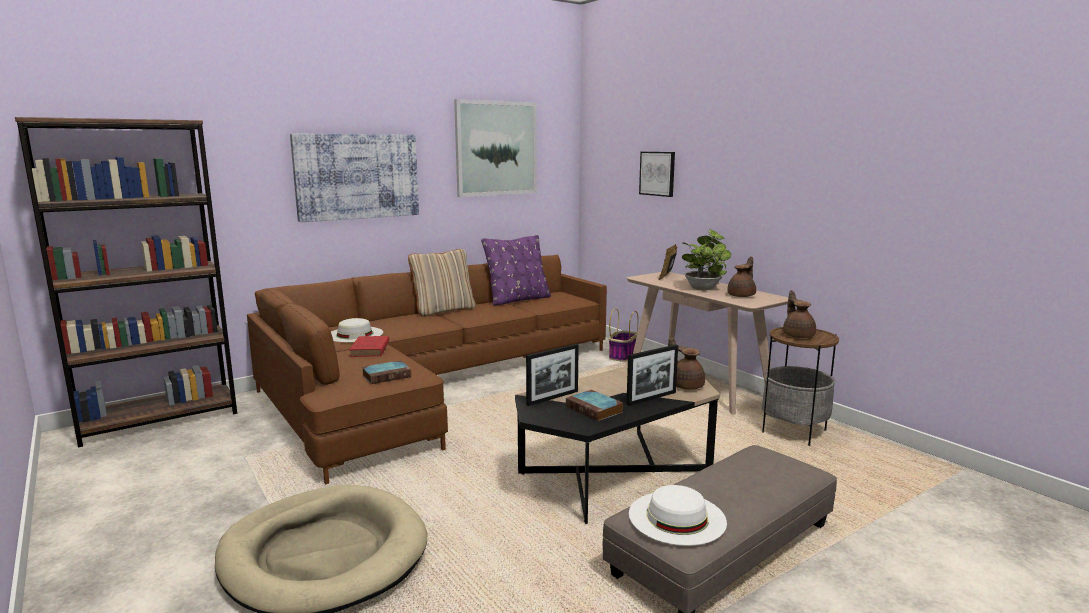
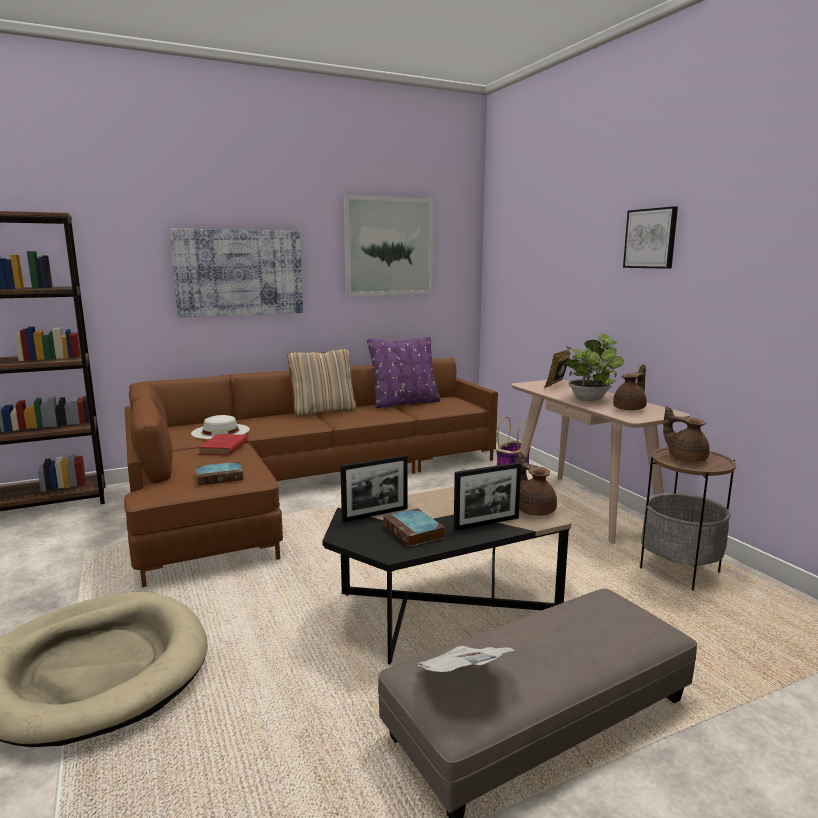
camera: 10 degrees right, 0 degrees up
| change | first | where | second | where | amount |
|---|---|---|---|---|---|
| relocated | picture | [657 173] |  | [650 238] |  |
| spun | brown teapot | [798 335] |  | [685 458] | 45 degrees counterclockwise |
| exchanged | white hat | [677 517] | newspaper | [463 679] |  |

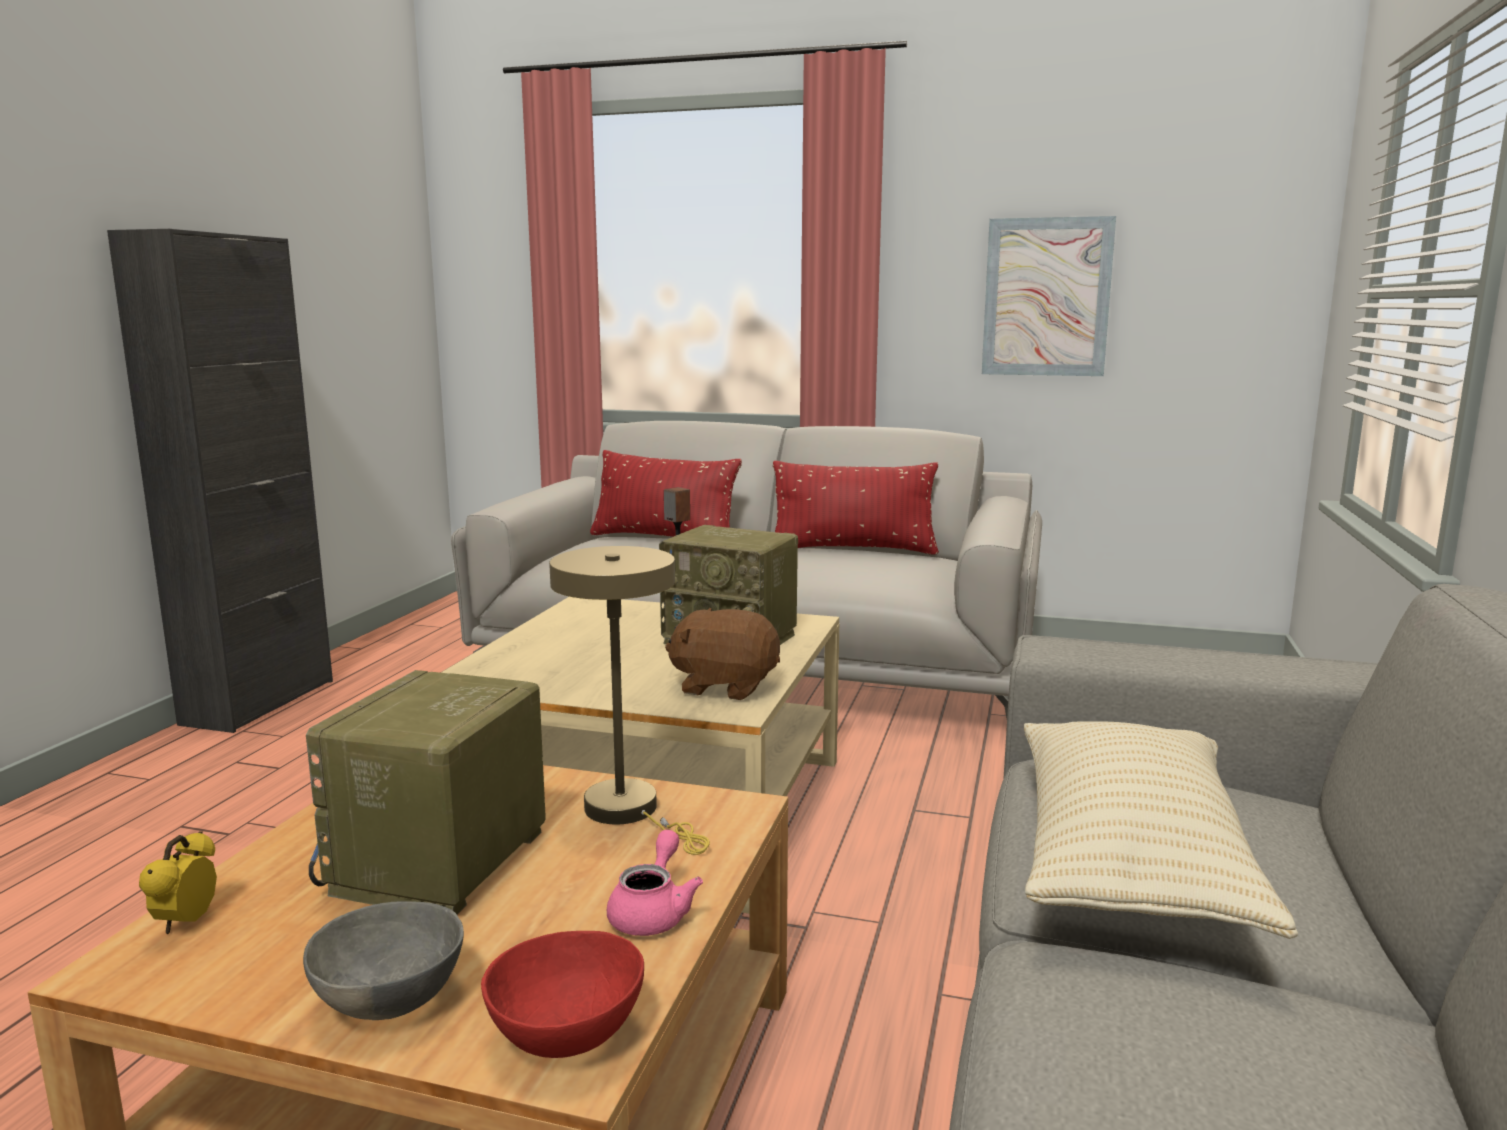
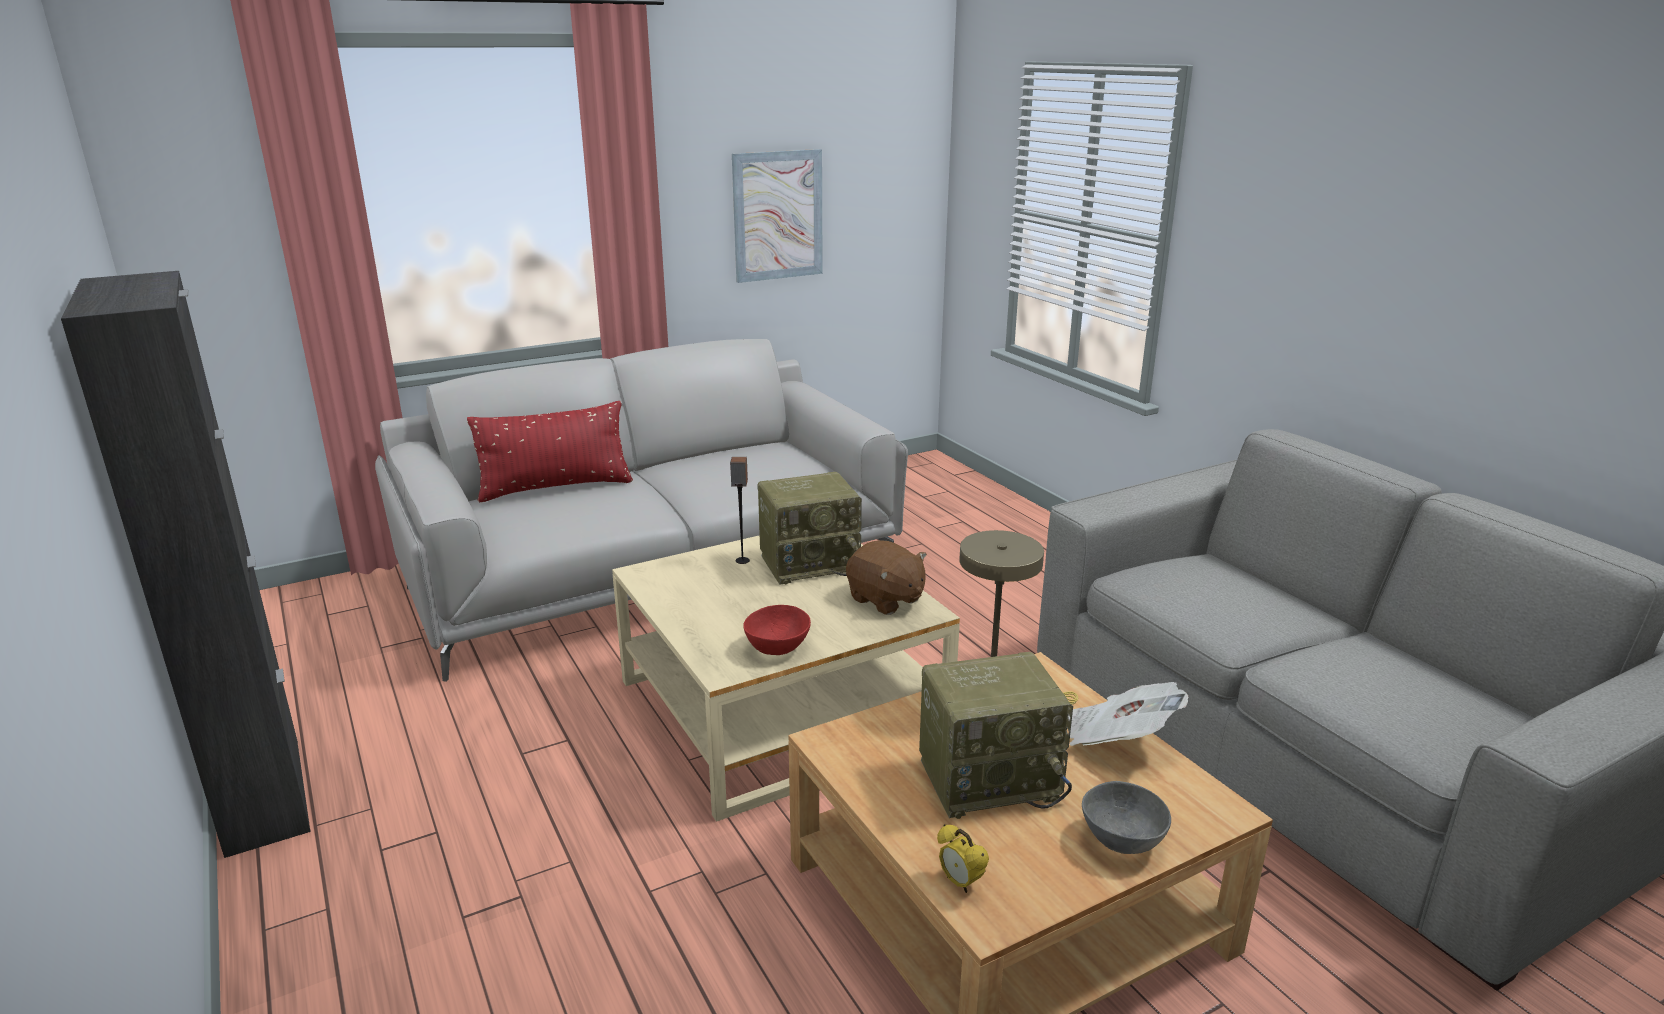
camera: 45 degrees left, 10 degrees up
| change | first | where | second | where | amount |
|---|---|---|---|---|---|
| missing | red pillow | [853 550] |  |  |  |
| spun | brown plush toy | [725 686] |  | [885 599] | 105 degrees counterclockwise |
| spun | radio | [441 865] |  | [990 778] | 75 degrees counterclockwise |
| missing | beige pillow | [1129 861] |  |  |  |
| exchanged | pink teapot | [653 912] | newspaper | [1117 739] |  |
| relocated | red bowl | [569 1037] |  | [779 648] |  |

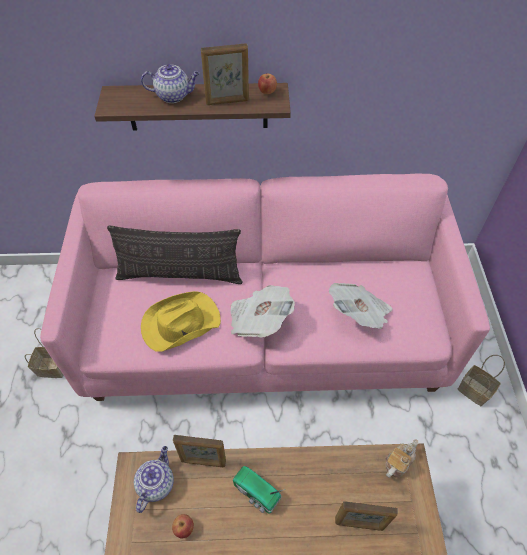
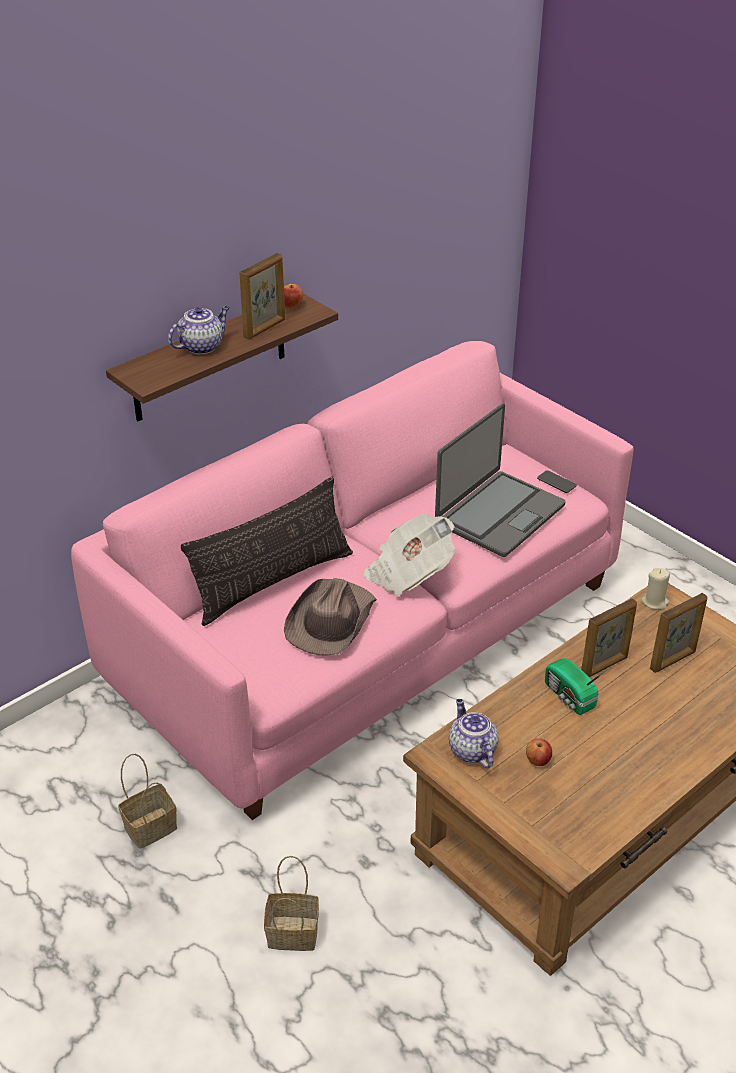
camera: 40 degrees left, 15 degrees down
| change | first | where | second | where | amount |
|---|---|---|---|---|---|
| exchanged | newspaper | [359 314] | laptop | [499 514] |  |
| colour | yellow hat | [180 323] | brown hat | [330 620] |  |
| relocated | basket | [473 390] |  | [290 934] |  |
| relocated | picture frame | [203 461] |  | [604 666] |  |
| exchanged | teapot | [397 462] | beige candle | [655 602] |  |
| spun | radio | [257 494] |  | [569 697] | 60 degrees clockwise |
| appeared |  |  | phone | [556 482] |  |

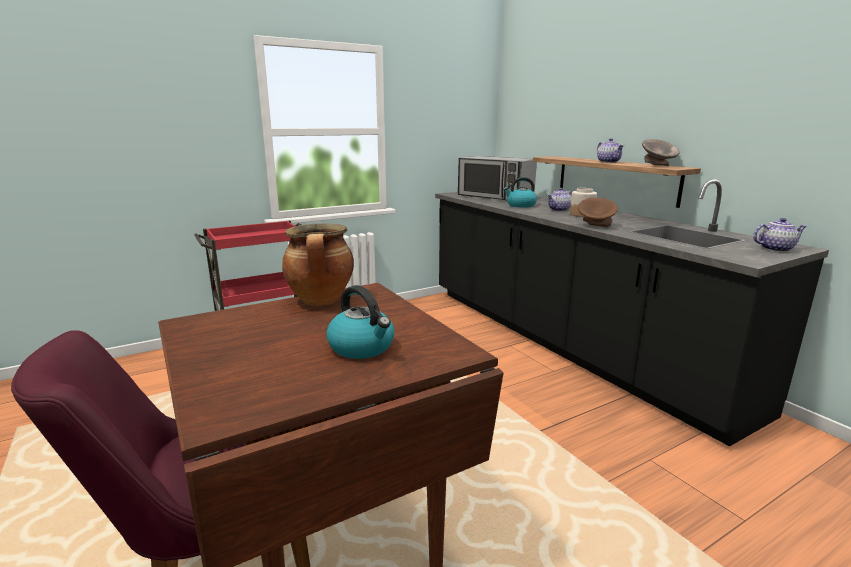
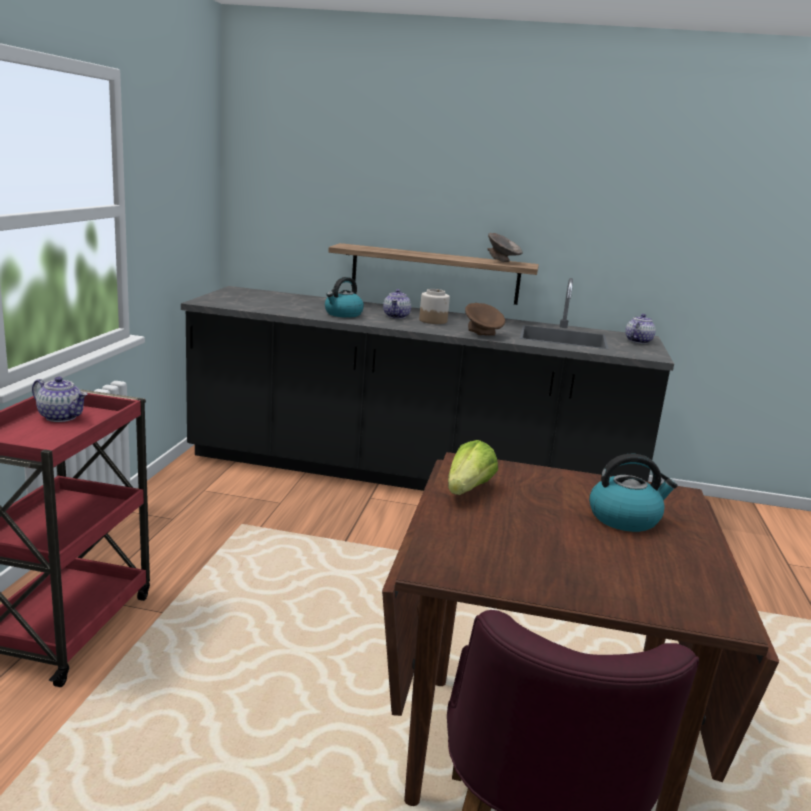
camera: 50 degrees left, 0 degrees up
| change | first | where | second | where | amount |
|---|---|---|---|---|---|
| relocated | teapot | [608 162] |  | [62 417] |  |
| missing | microwave | [495 197] |  |  |  |
| exchanged | cooking pot | [321 301] | lettuce | [468 490] |  |

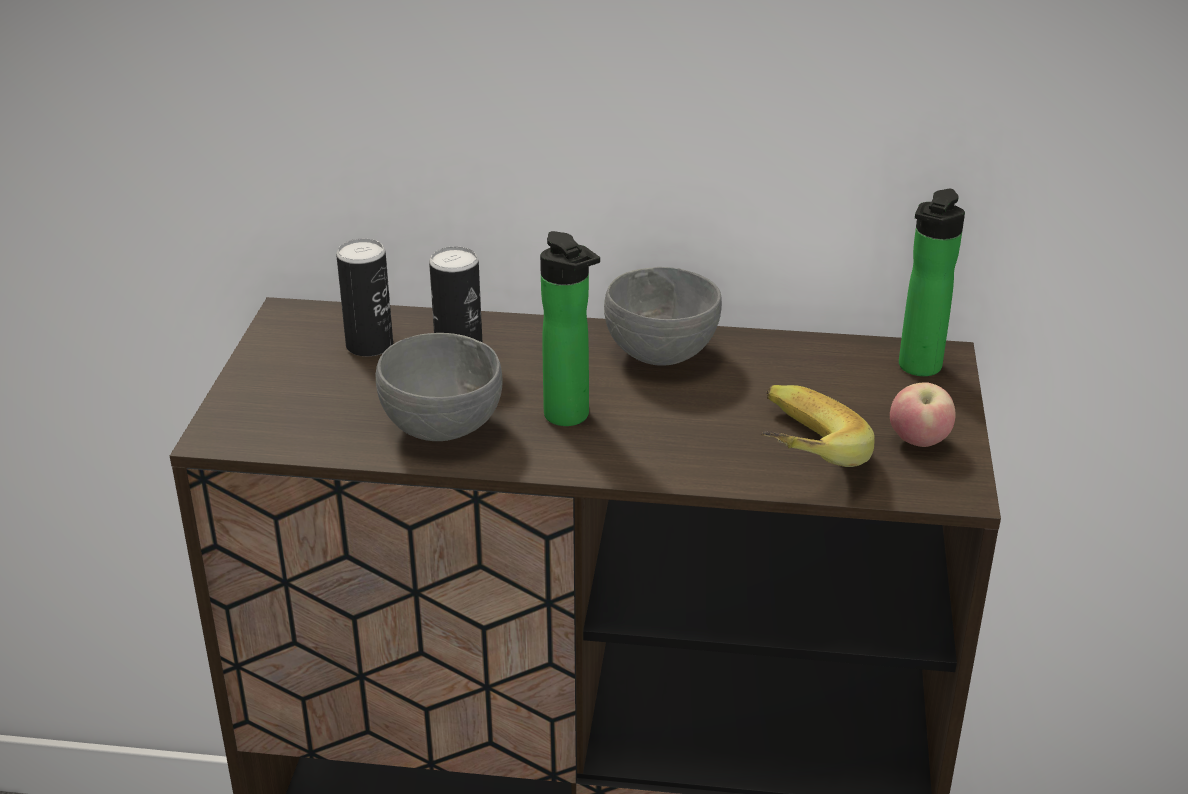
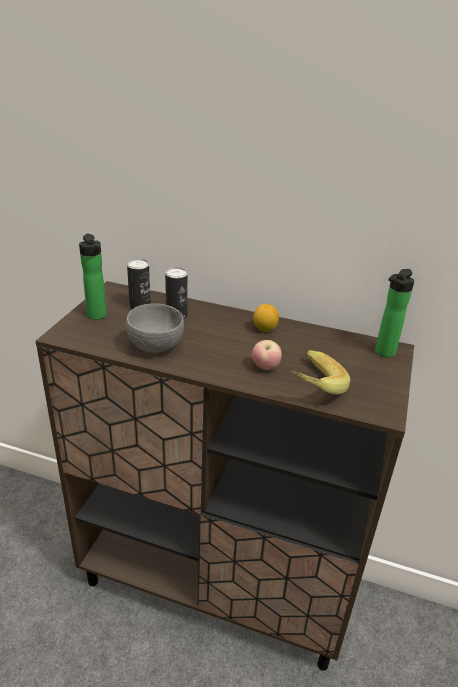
camera: 10 degrees right, 0 degrees up
| change | first | where | second | where | amount |
|---|---|---|---|---|---|
| relocated | bottle | [570 418] |  | [97 316] |  |
| exchanged | grey bowl | [659 354] | lemon | [265 329] |  |
| relocated | apple | [918 442] |  | [265 367] |  |

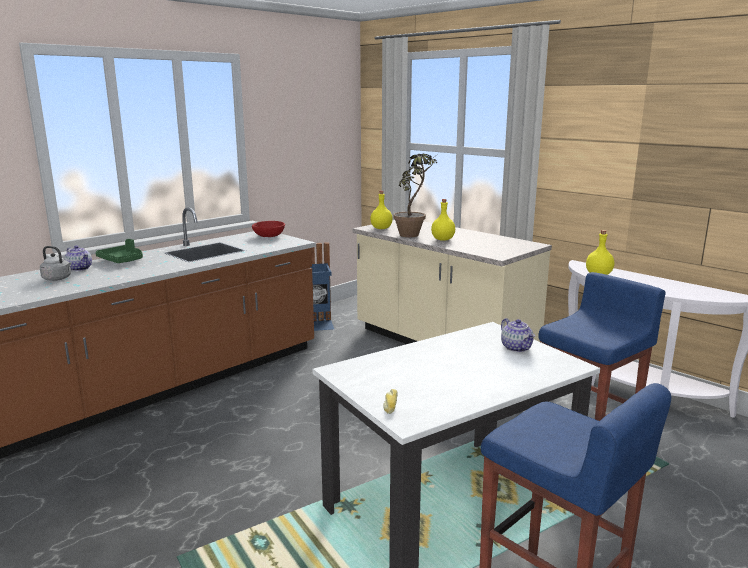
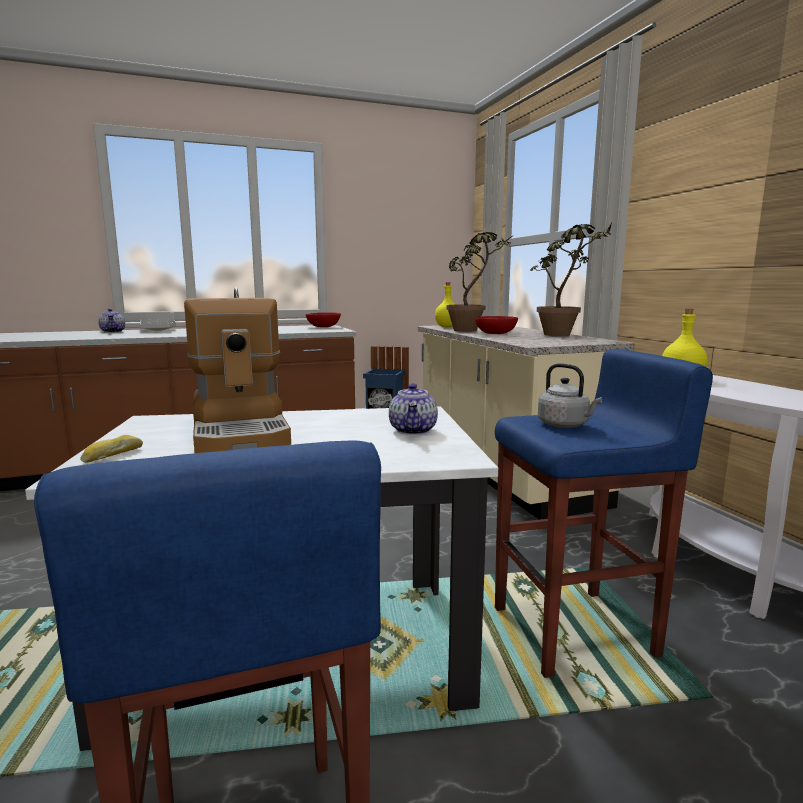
camera: 25 degrees right, 5 degrees down
| change | first | where | second | where | amount |
|---|---|---|---|---|---|
| exchanged | yellow bottle | [442 239] | red bowl | [495 334] |  |
| colour | green tray | [122 260] | grey tray | [158 330] |  |
| relocated | grey kettle | [58 279] |  | [565 425] |  |
| appeared |  |  | potted plant | [564 335] |  |
| appeared |  |  | coffee machine | [242 431] |  |

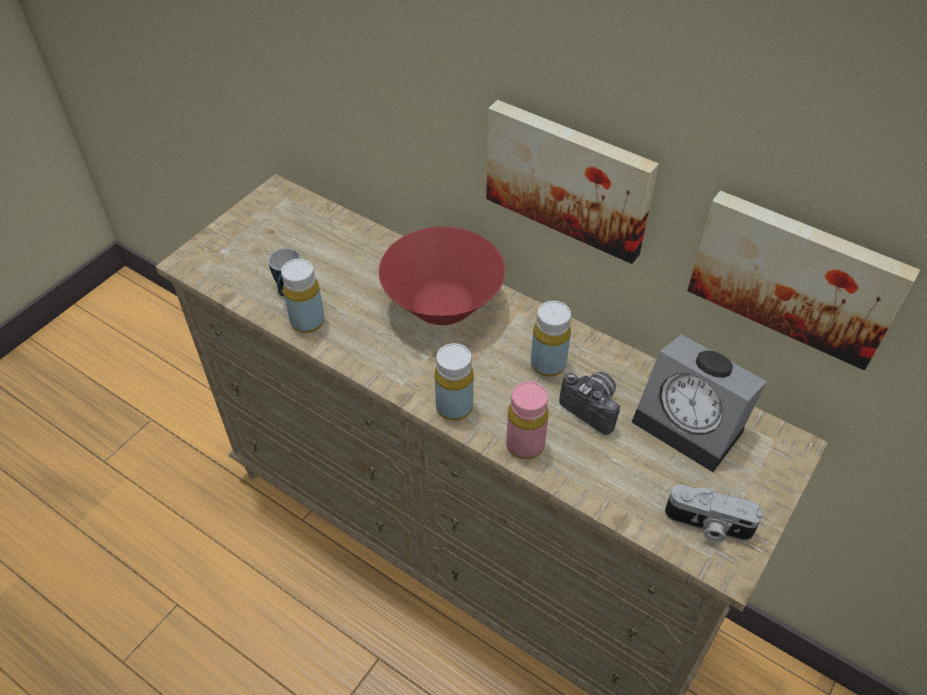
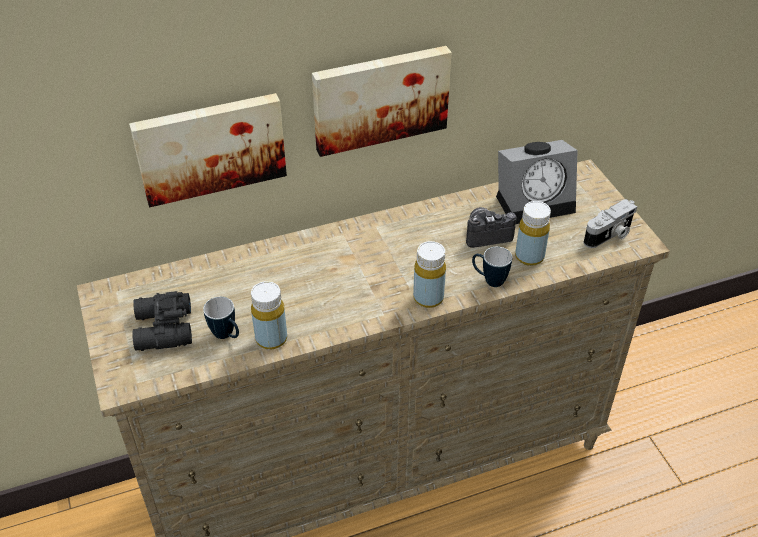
camera: 55 degrees left, 5 degrees down
| change | first | where | second | where | amount |
|---|---|---|---|---|---|
| relocated | picture | [796 275] |  | [210 147] |  |
| missing | red bowl | [443 305] |  |  |  |
| relocated | yellow bottle | [548 364] |  | [529 256] |  |
| exchanged | pink bottle | [525 445] | mug | [489 280] |  |
| appeared |  |  | black binoculars | [162 330] |  |

